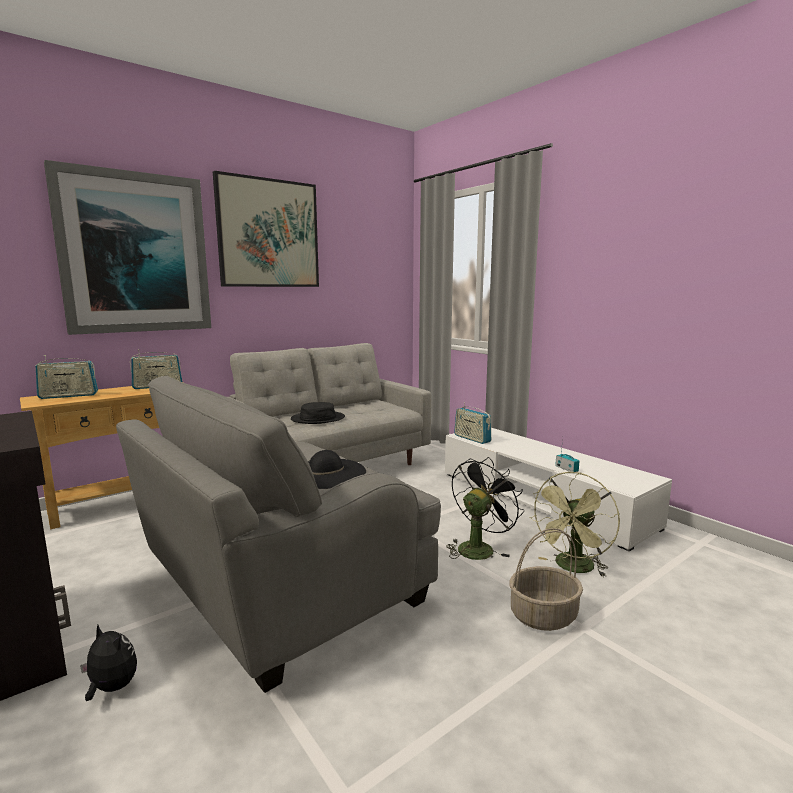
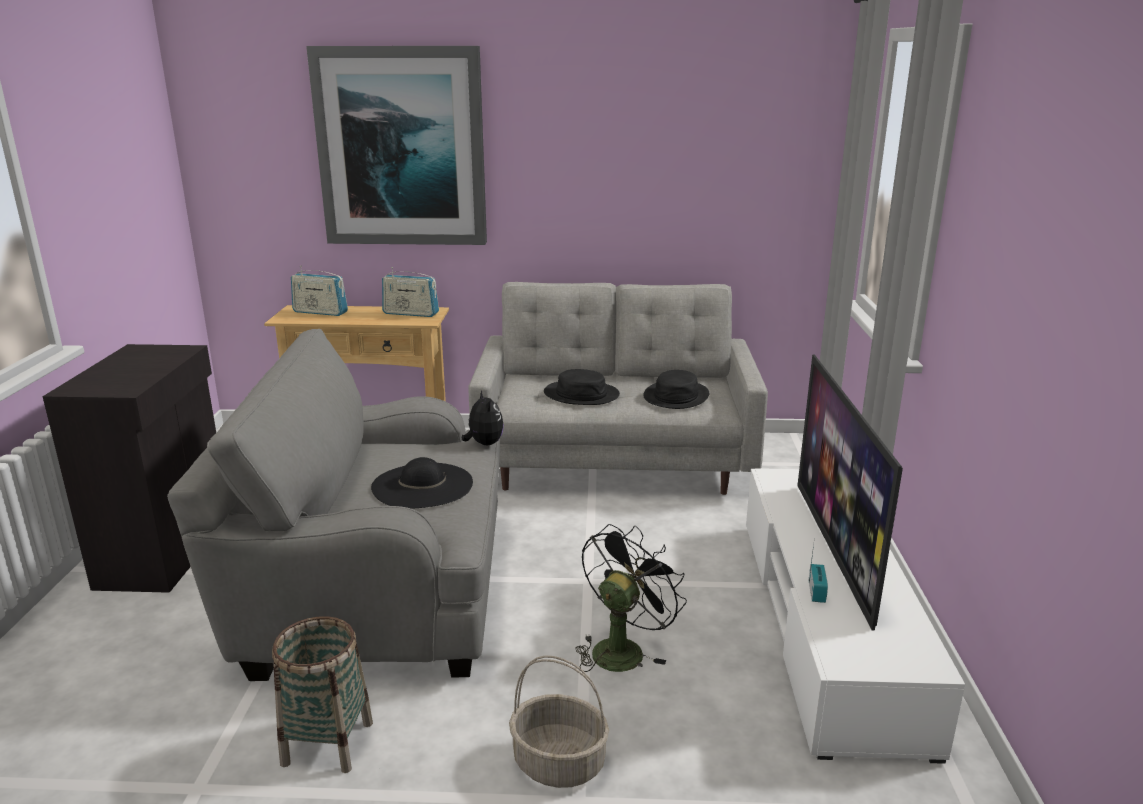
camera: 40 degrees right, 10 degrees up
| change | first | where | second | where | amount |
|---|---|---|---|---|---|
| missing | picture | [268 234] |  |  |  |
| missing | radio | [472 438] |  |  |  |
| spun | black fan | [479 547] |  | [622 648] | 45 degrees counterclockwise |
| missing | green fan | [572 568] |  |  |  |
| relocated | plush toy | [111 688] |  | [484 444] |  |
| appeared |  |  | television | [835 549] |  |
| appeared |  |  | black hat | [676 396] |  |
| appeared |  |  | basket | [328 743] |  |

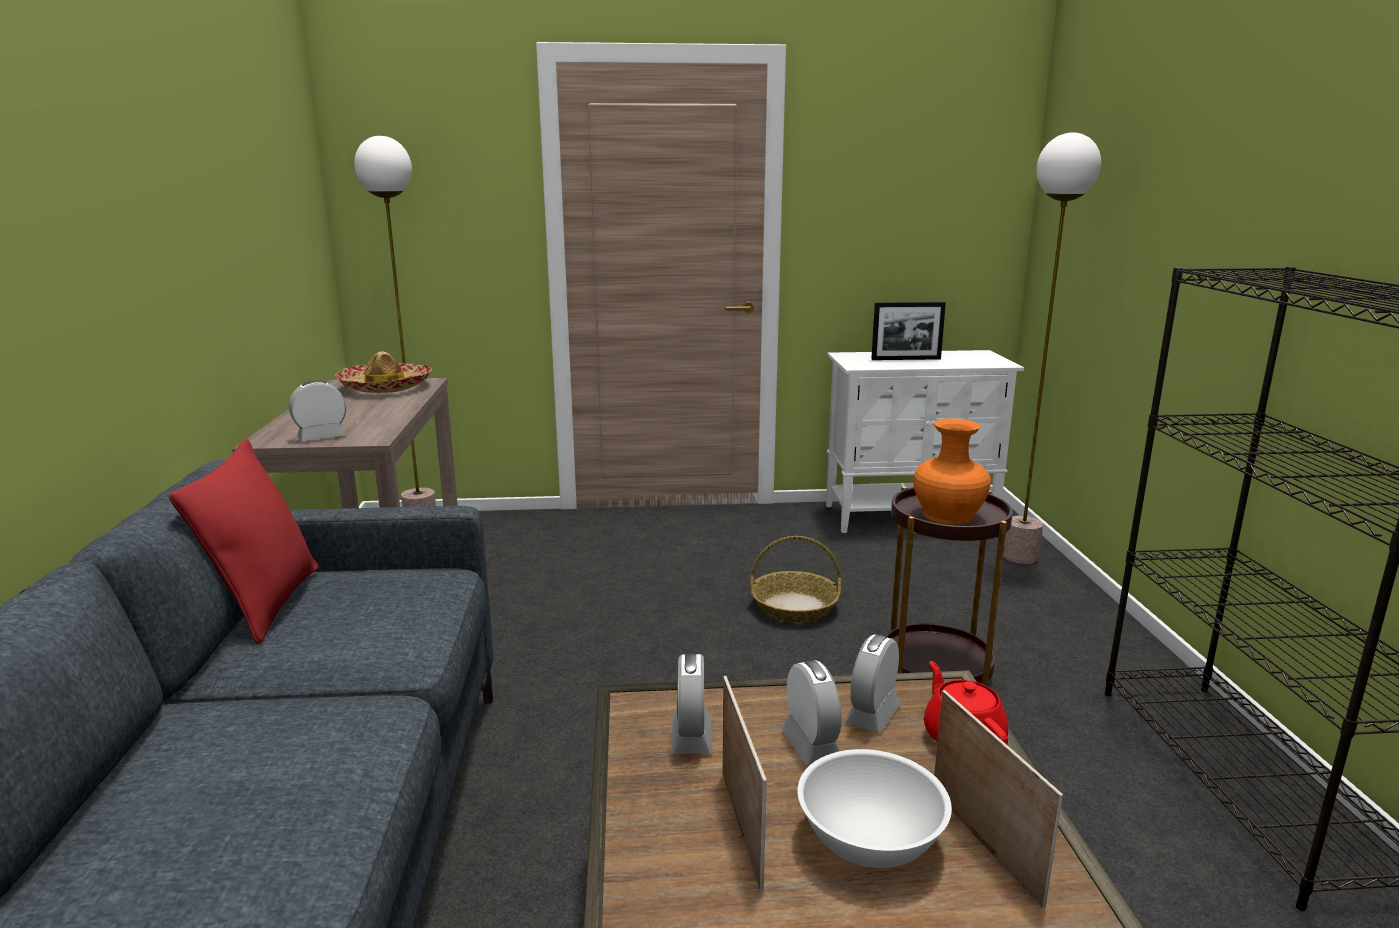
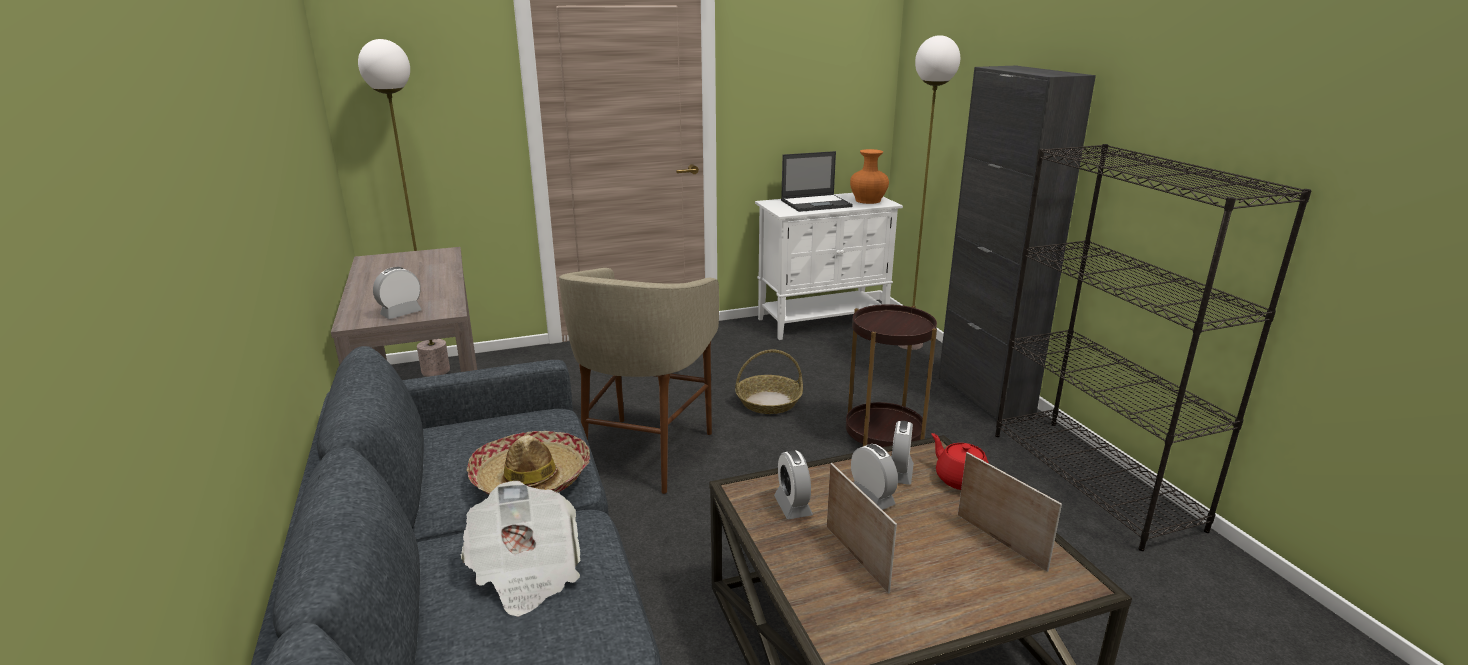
camera: 15 degrees left, 5 degrees up
| change | first | where | second | where | amount |
|---|---|---|---|---|---|
| exchanged | picture frame | [906 359] | laptop | [816 203] |  |
| relocated | hat | [385 387] |  | [531 477] |  |
| relocated | orange vase | [949 515] |  | [868 200] |  |
| missing | red pillow | [267 604] |  |  |  |
| missing | white bowl | [869 841] |  |  |  |
| appeared |  |  | black cabinet | [984 395] |  |
| appeared |  |  | beige stool | [645 455] |  |
| appeared |  |  | newspaper | [526 572] |  |

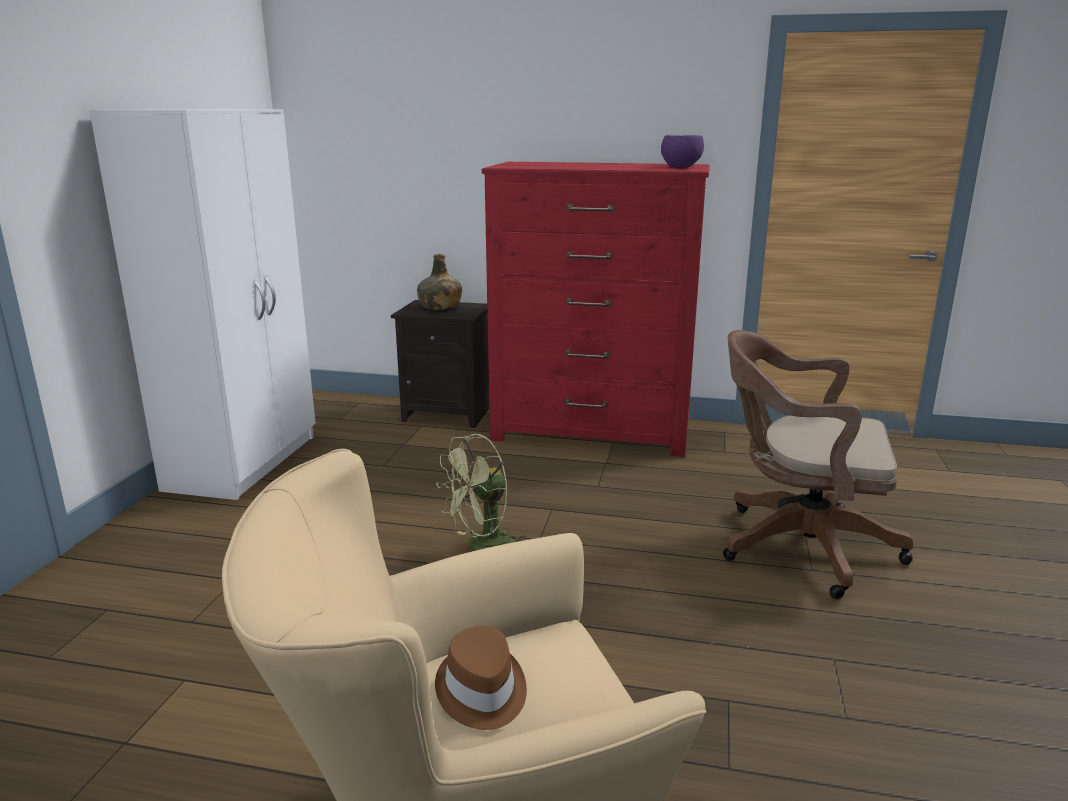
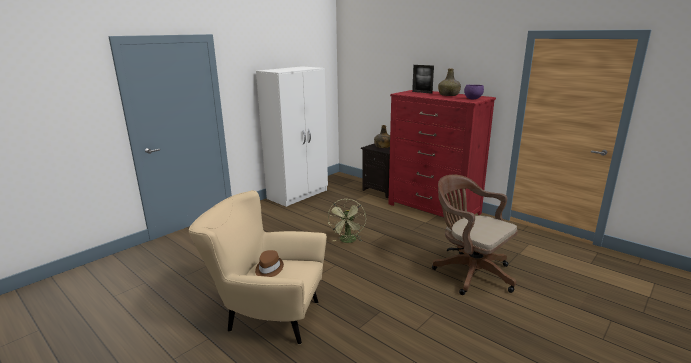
camera: 30 degrees right, 0 degrees up
| change | first | where | second | where | amount |
|---|---|---|---|---|---|
| spun | green fan | [483 547] |  | [348 241] | 75 degrees counterclockwise |
| appeared |  |  | picture frame | [422 92] |  |
| appeared |  |  | green bottle | [449 95] |  |

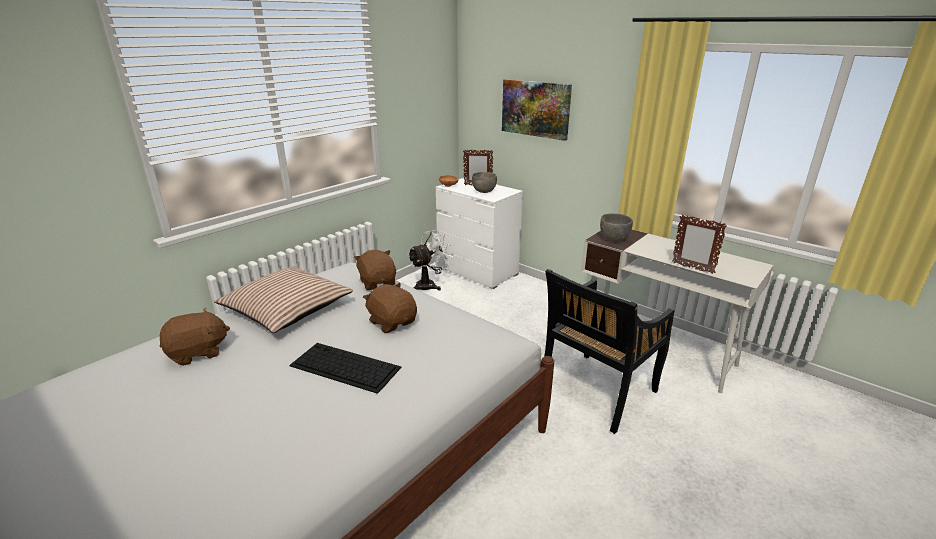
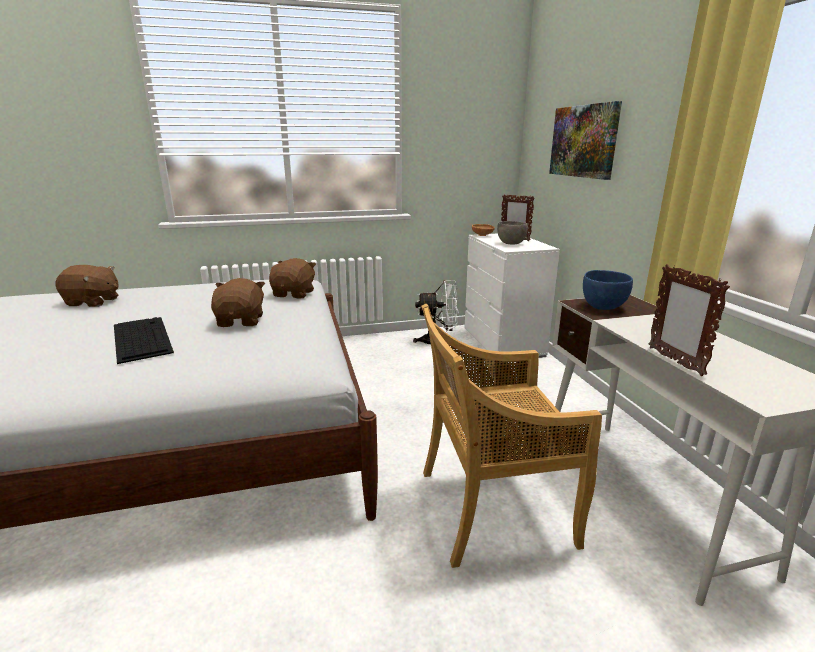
camera: 35 degrees right, 5 degrees down
| change | first | where | second | where | amount |
|---|---|---|---|---|---|
| colour | grey bowl | [614 238] | blue bowl | [603 307] |  |
| missing | pillow | [287 309] |  |  |  |
| colour | black chair | [596 391] | beige chair | [491 508] |  |

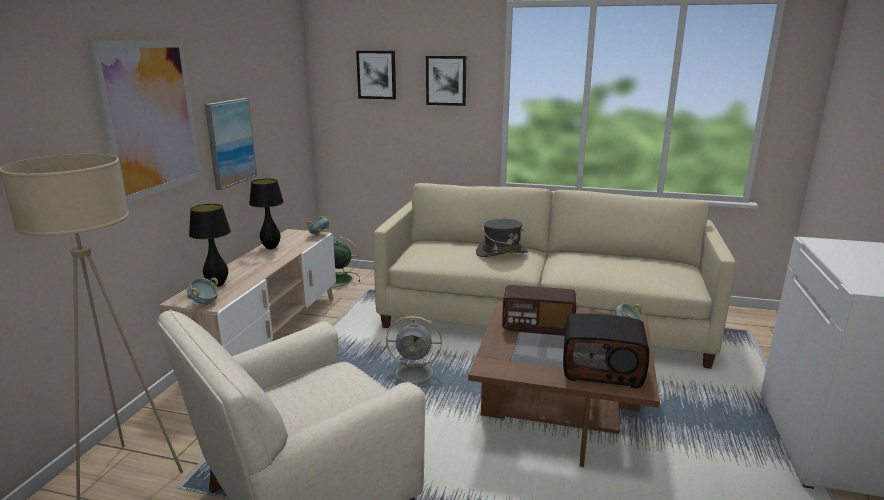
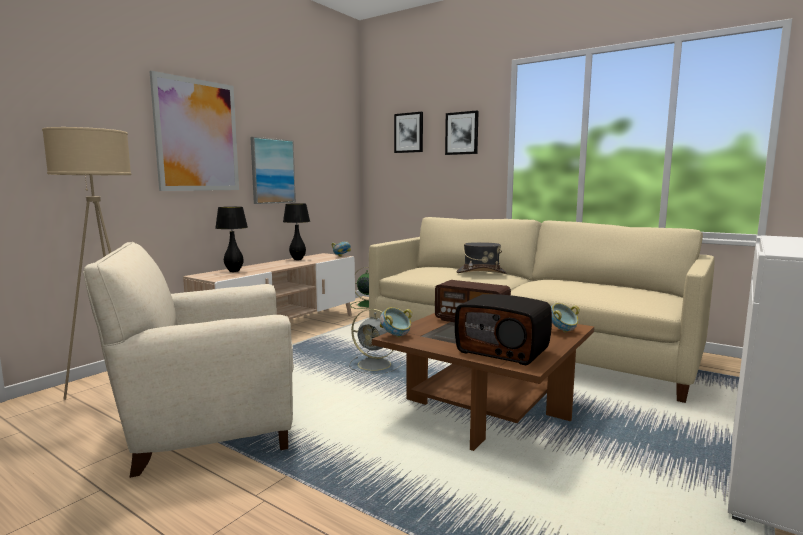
camera: 20 degrees right, 10 degrees down
| change | first | where | second | where | amount |
|---|---|---|---|---|---|
| relocated | bowl | [204 304] |  | [395 336] |  |

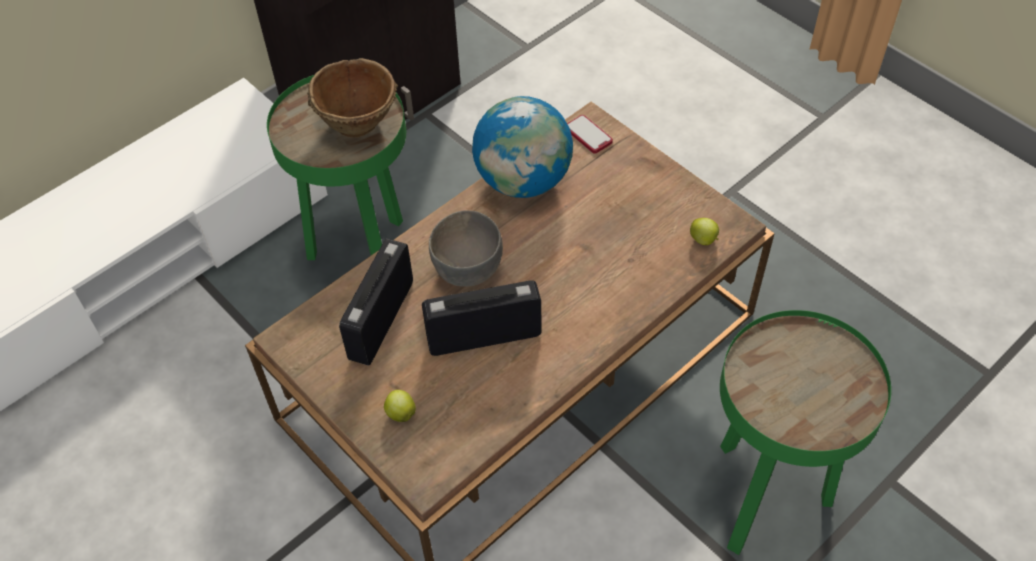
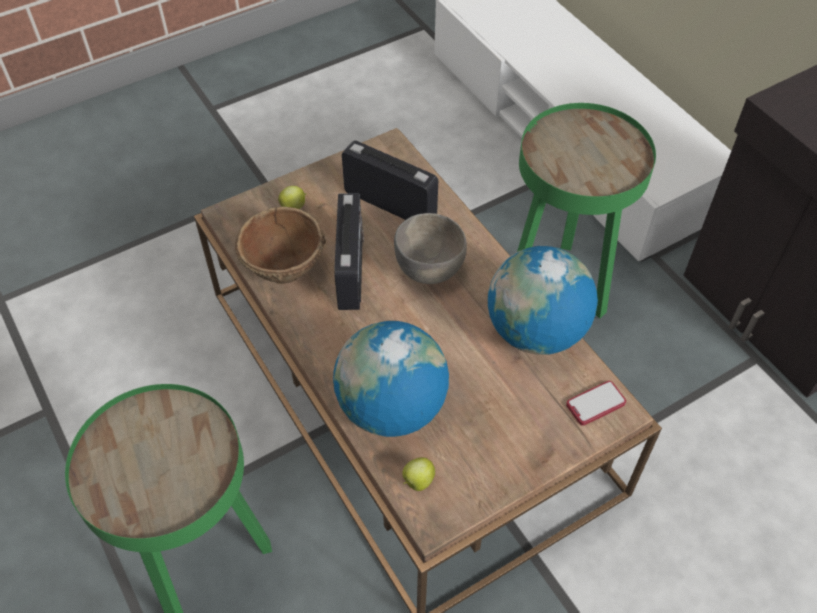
camera: 100 degrees right, 0 degrees up
| change | first | where | second | where | amount |
|---|---|---|---|---|---|
| relocated | brown bowl | [358 122] |  | [285 269] |  |
| appeared |  |  | globe | [391 407] |  |

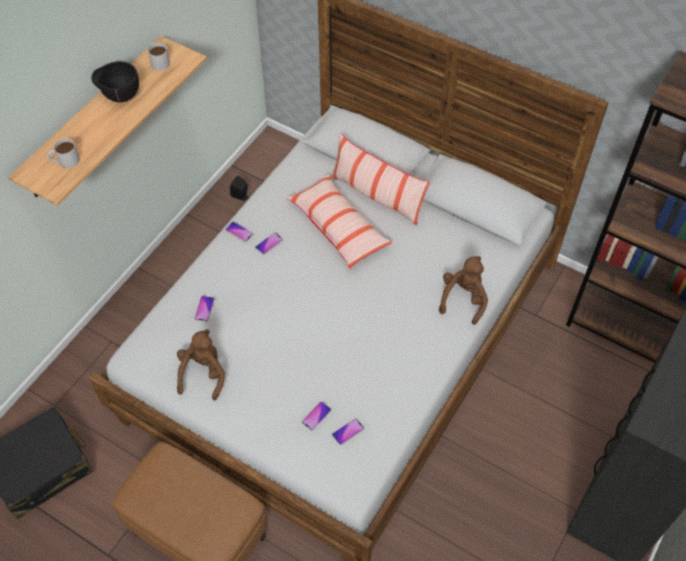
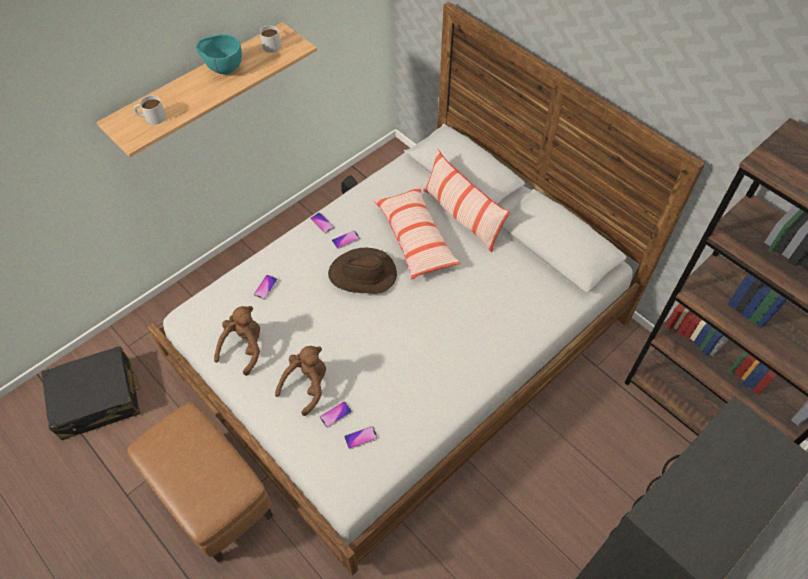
camera: 15 degrees right, 0 degrees up
| change | first | where | second | where | amount |
|---|---|---|---|---|---|
| colour | black bowl | [120 97] | turquoise bowl | [224 70] |  |
| relocated | brown plush toy | [463 299] |  | [307 385] |  |
| appeared |  |  | brown hat | [363 275] |  |

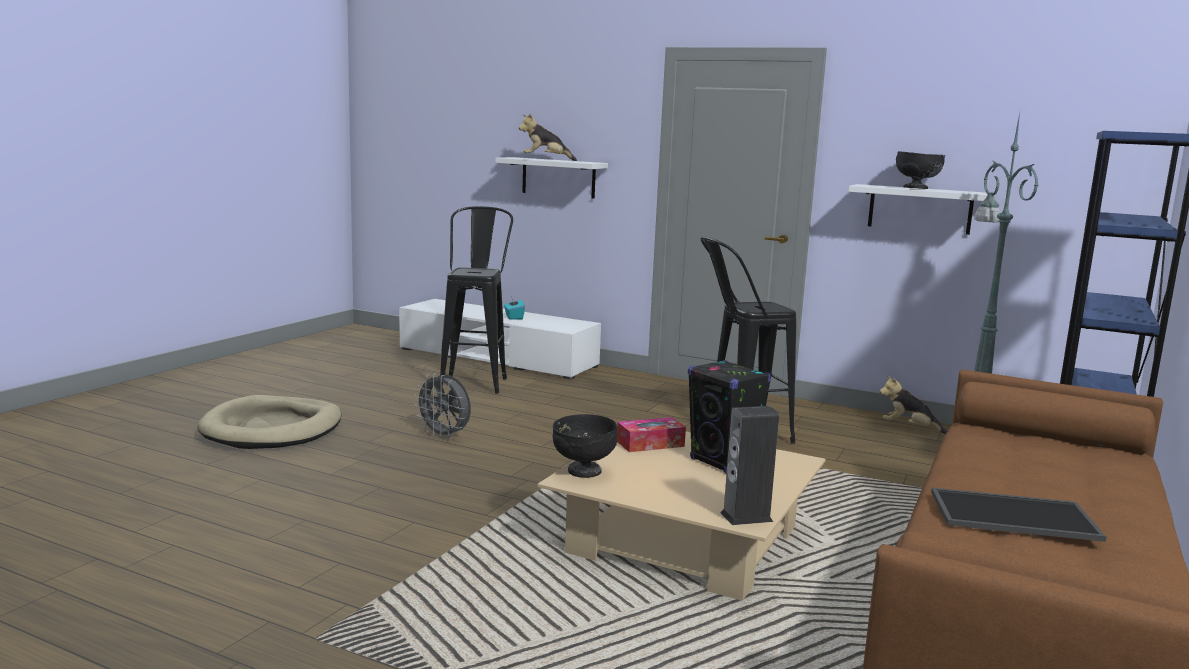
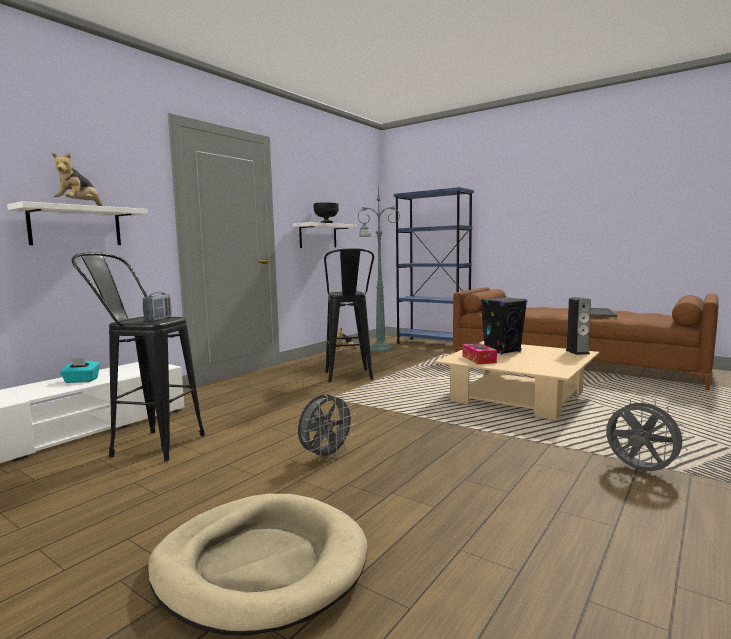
camera: 80 degrees left, 5 degrees down
| change | first | where | second | where | amount |
|---|---|---|---|---|---|
| missing | black bowl | [583 471] |  |  |  |
| appeared |  |  | radio | [158 319] |  |
| appeared |  |  | grey fan | [640 471] |  |

